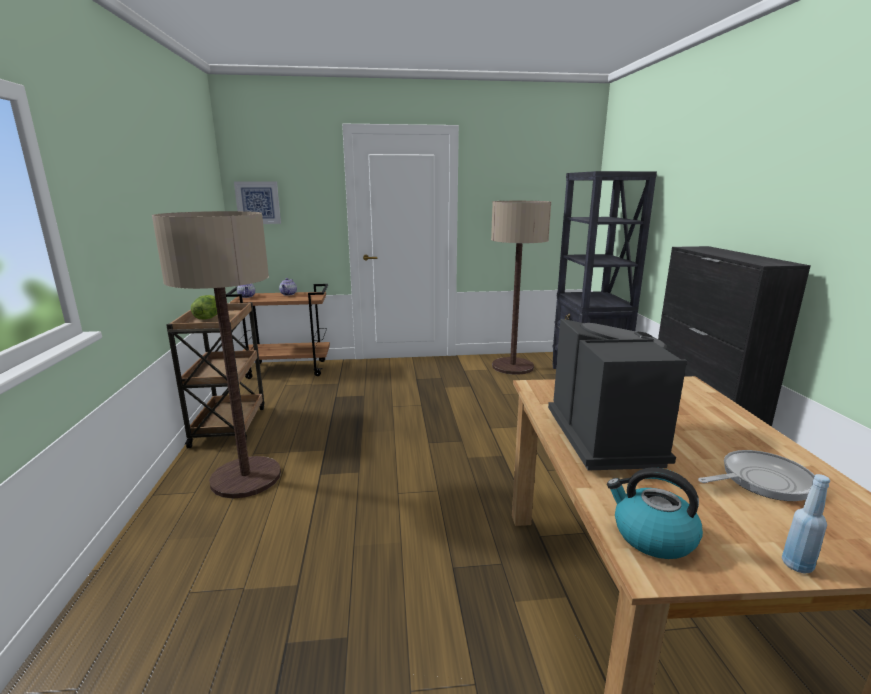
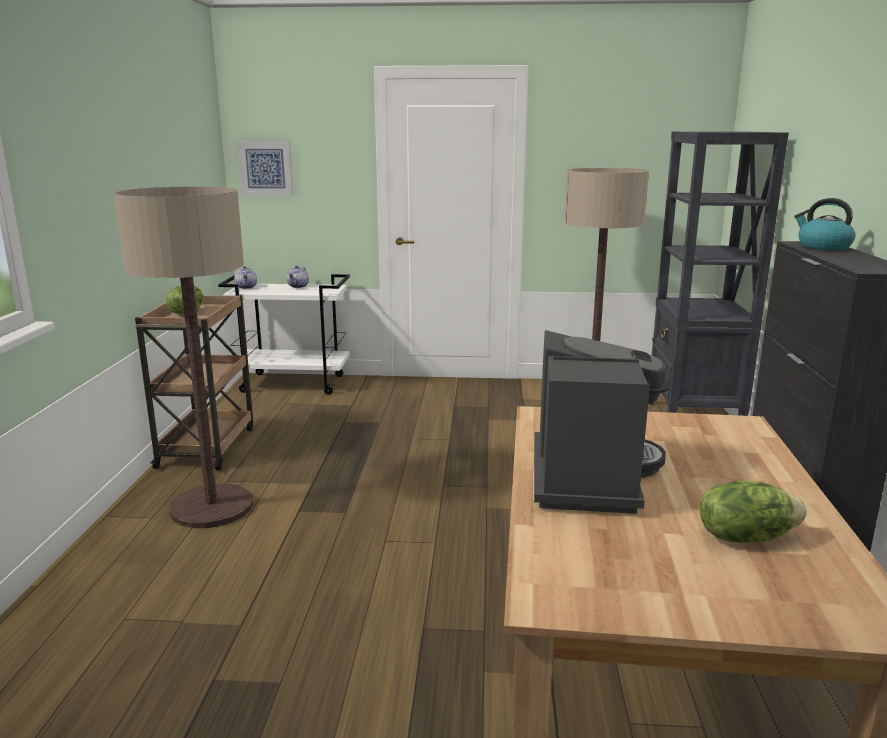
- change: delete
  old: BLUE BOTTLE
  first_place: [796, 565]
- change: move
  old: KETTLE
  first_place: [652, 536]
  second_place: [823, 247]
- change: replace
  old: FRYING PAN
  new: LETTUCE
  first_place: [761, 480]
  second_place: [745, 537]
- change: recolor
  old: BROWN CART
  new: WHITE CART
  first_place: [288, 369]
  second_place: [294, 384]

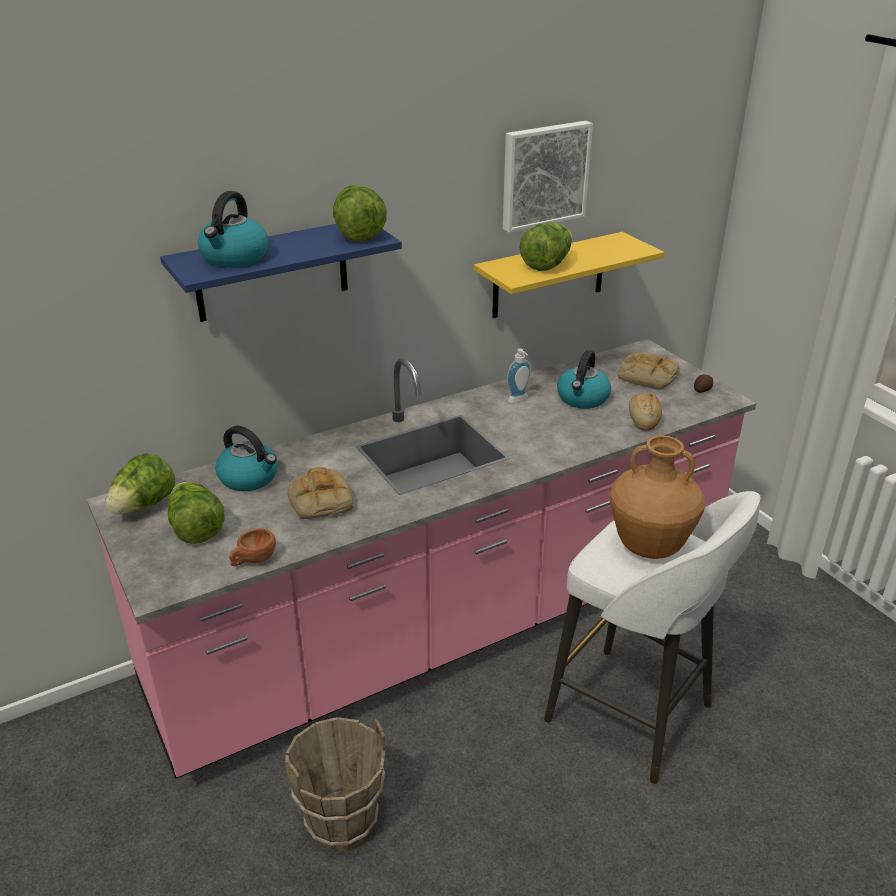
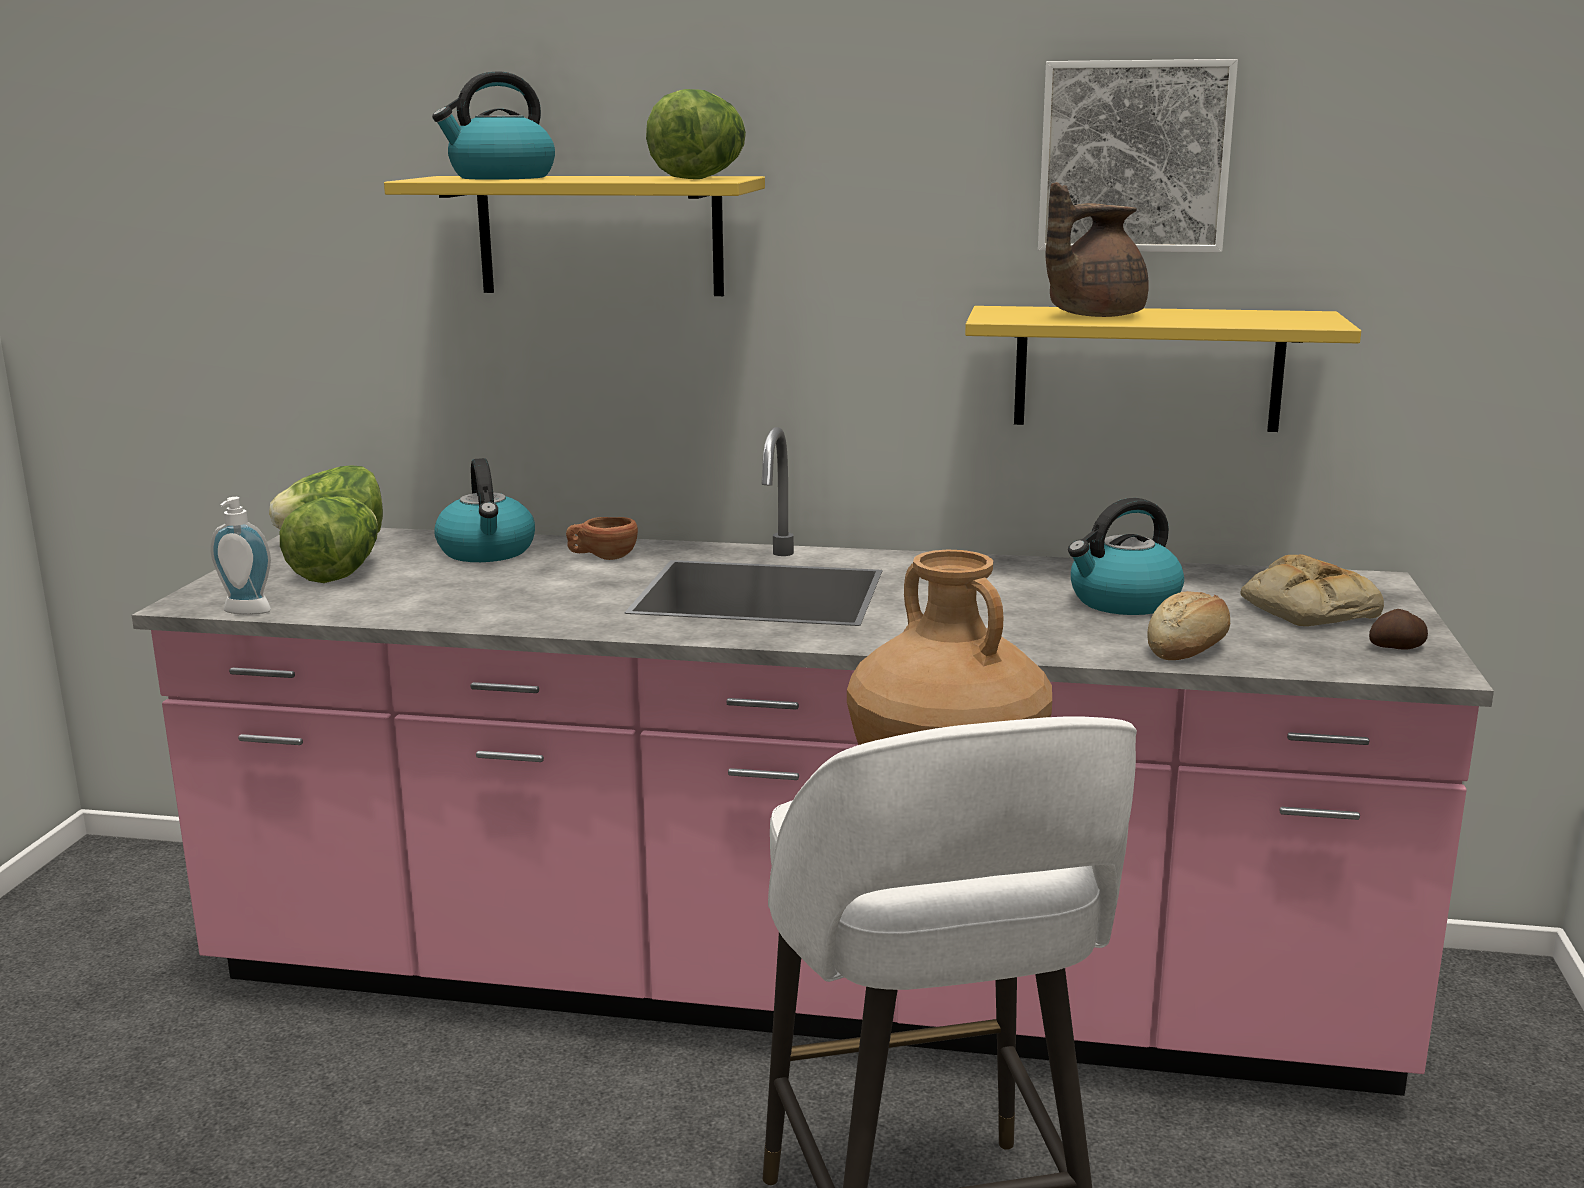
- change: delete
  old: BROWN BUCKET
  first_place: [341, 821]
- change: delete
  old: BREAD
  first_place: [319, 500]
- change: move
  old: BROWN CUP
  first_place: [253, 560]
  second_place: [603, 557]
- change: move
  old: SOAP DISPENSER
  first_place: [519, 400]
  second_place: [245, 612]
- change: replace
  old: LETTUCE
  new: BROWN TEAPOT
  first_place: [547, 264]
  second_place: [1091, 315]
- change: recolor
  old: BLUE SHELF
  new: YELLOW SHELF
  first_place: [272, 271]
  second_place: [600, 235]

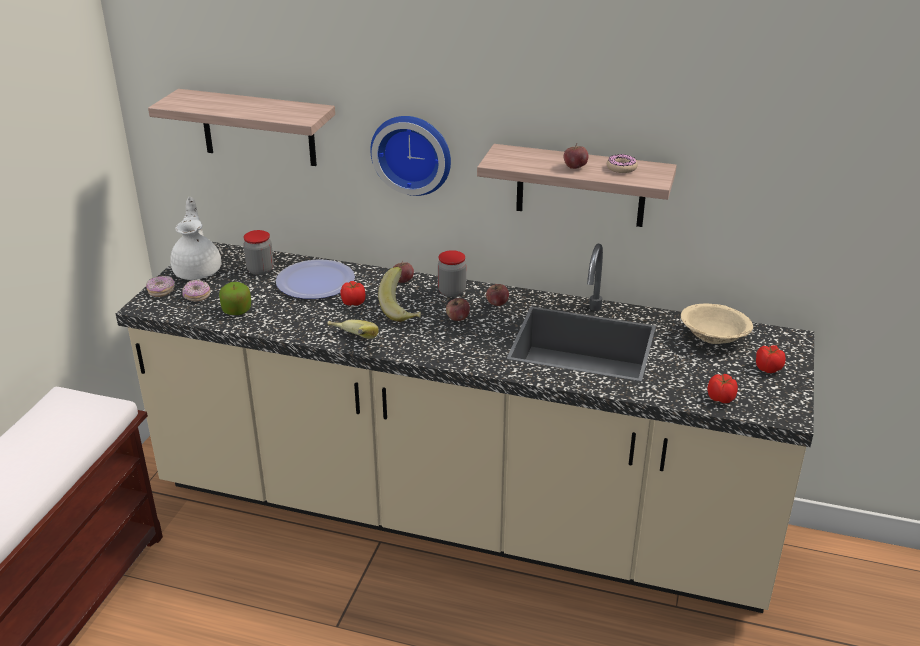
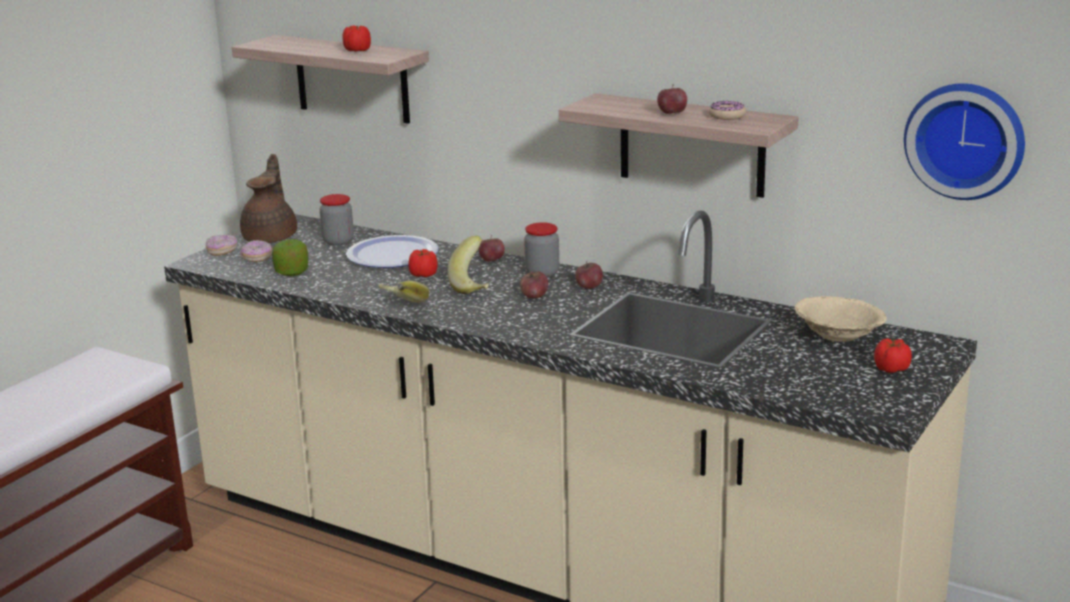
- change: move
  old: WALL CLOCK
  first_place: [413, 153]
  second_place: [966, 139]
- change: move
  old: TOMATO
  first_place: [721, 399]
  second_place: [357, 51]
- change: recolor
  old: WHITE TEAPOT
  new: BROWN TEAPOT
  first_place: [198, 270]
  second_place: [272, 237]

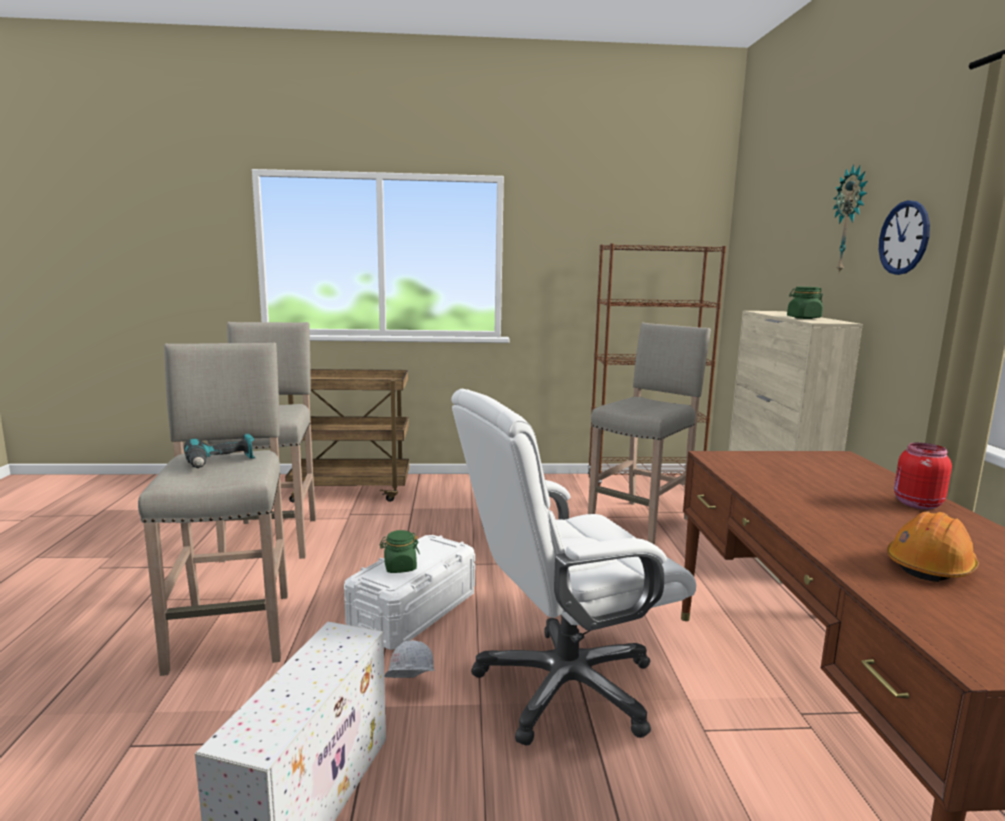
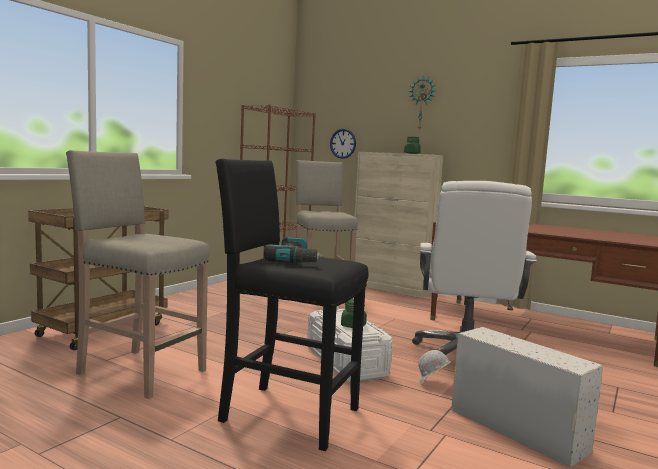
- change: delete
  old: ORANGE HARD HAT
  first_place: [930, 566]
- change: delete
  old: RED JAR
  first_place: [916, 504]
- change: move
  old: WALL CLOCK
  first_place: [904, 238]
  second_place: [343, 143]
- change: recolor
  old: BEIGE STOOL
  new: BLACK STOOL
  first_place: [233, 628]
  second_place: [287, 414]

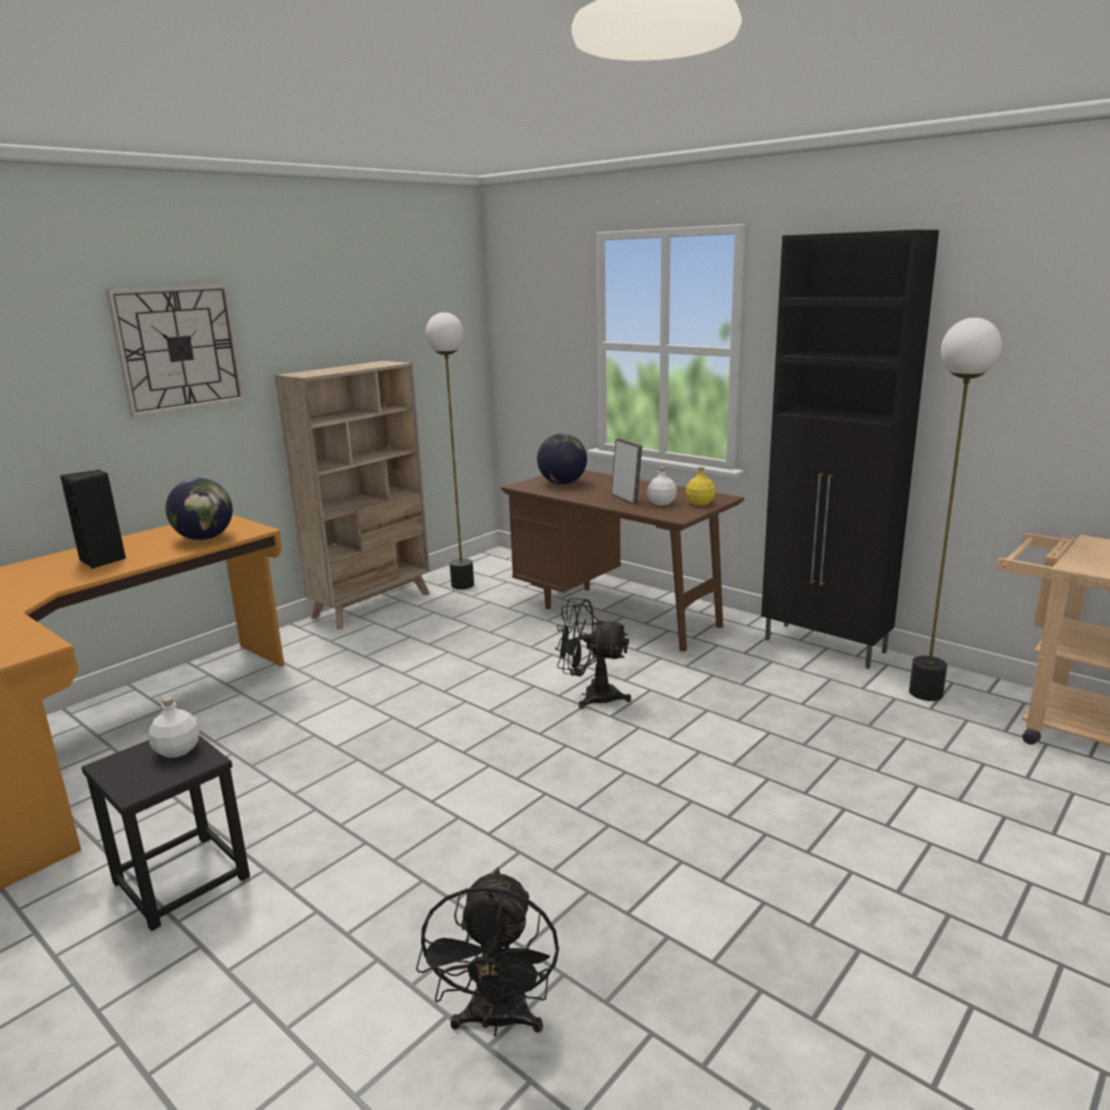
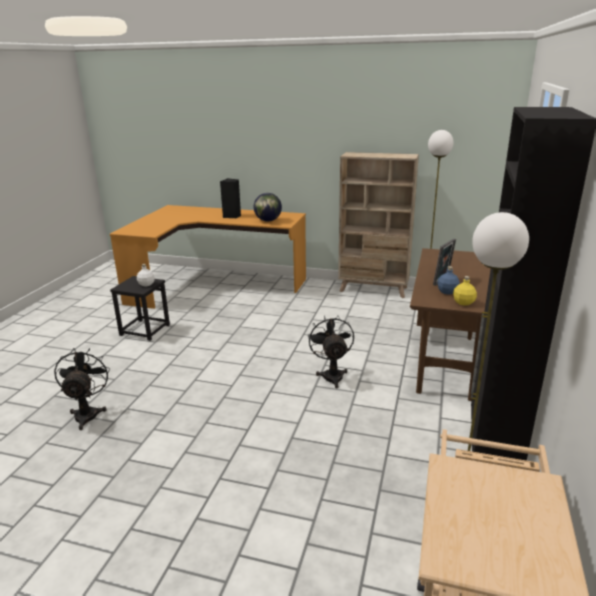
- change: delete
  old: WALL CLOCK
  first_place: [179, 348]
- change: delete
  old: GLOBE
  first_place: [562, 483]
- change: recolor
  old: WHITE BOTTLE
  new: BLUE BOTTLE
  first_place: [662, 503]
  second_place: [447, 292]
- change: rotate
  old: BLACK FAN
  first_place: [497, 1021]
  second_place: [88, 413]
  degrees: 105

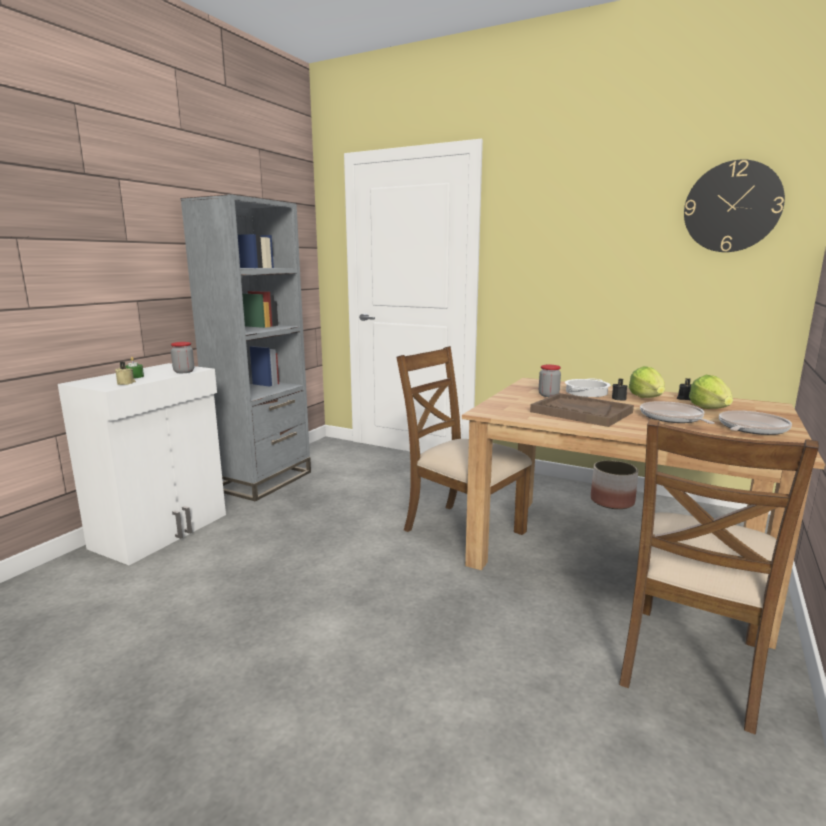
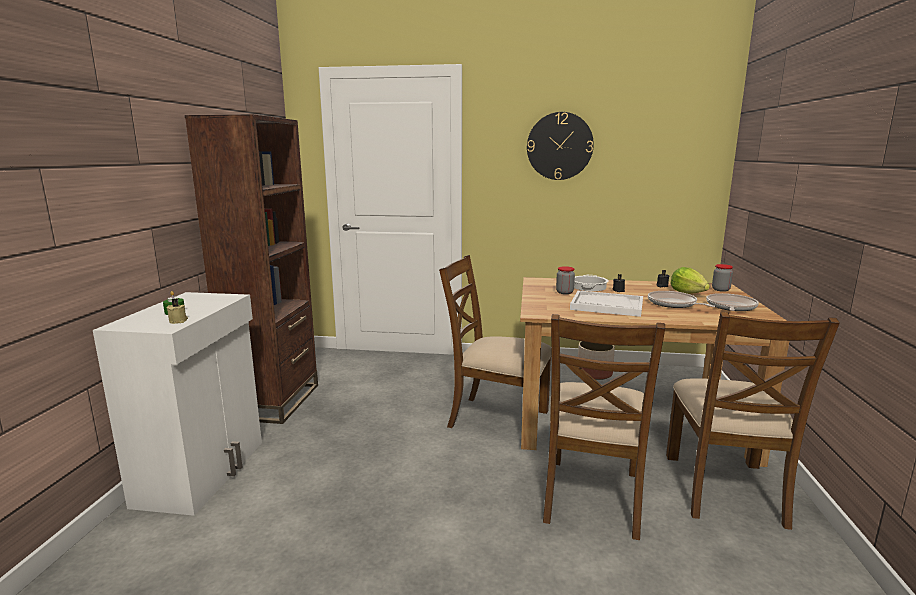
- change: delete
  old: LETTUCE
  first_place: [646, 398]
- change: insert
  new: BROWN CHAIR
  second_place: [592, 496]
- change: move
  old: JAR
  first_place: [184, 372]
  second_place: [720, 289]
- change: move
  old: WALL CLOCK
  first_place: [732, 207]
  second_place: [559, 146]
- change: recolor
  old: GREY BOOKCASE
  new: BROWN BOOKCASE
  first_place: [263, 480]
  second_place: [274, 401]
- change: recolor
  old: BROWN TRAY
  new: WHITE TRAY
  first_place: [580, 412]
  second_place: [606, 306]

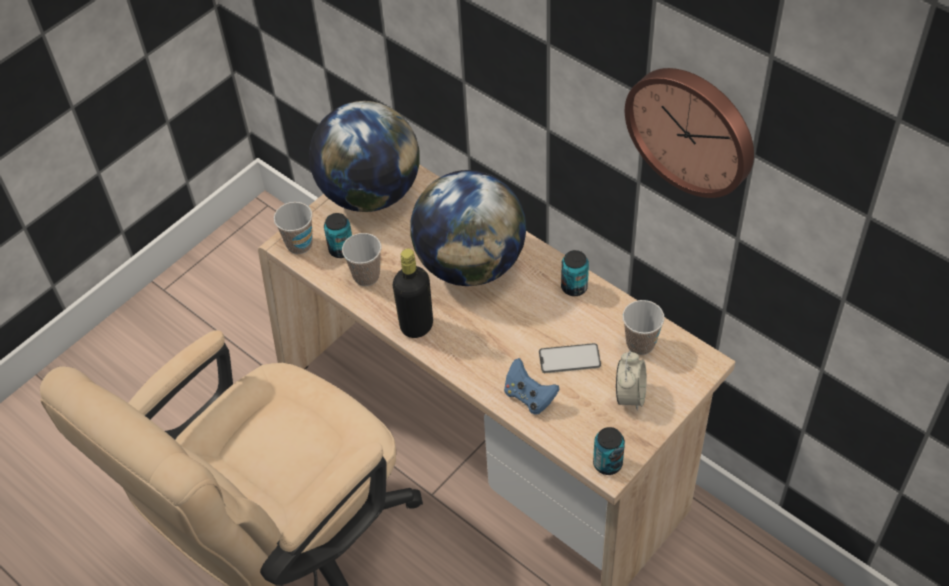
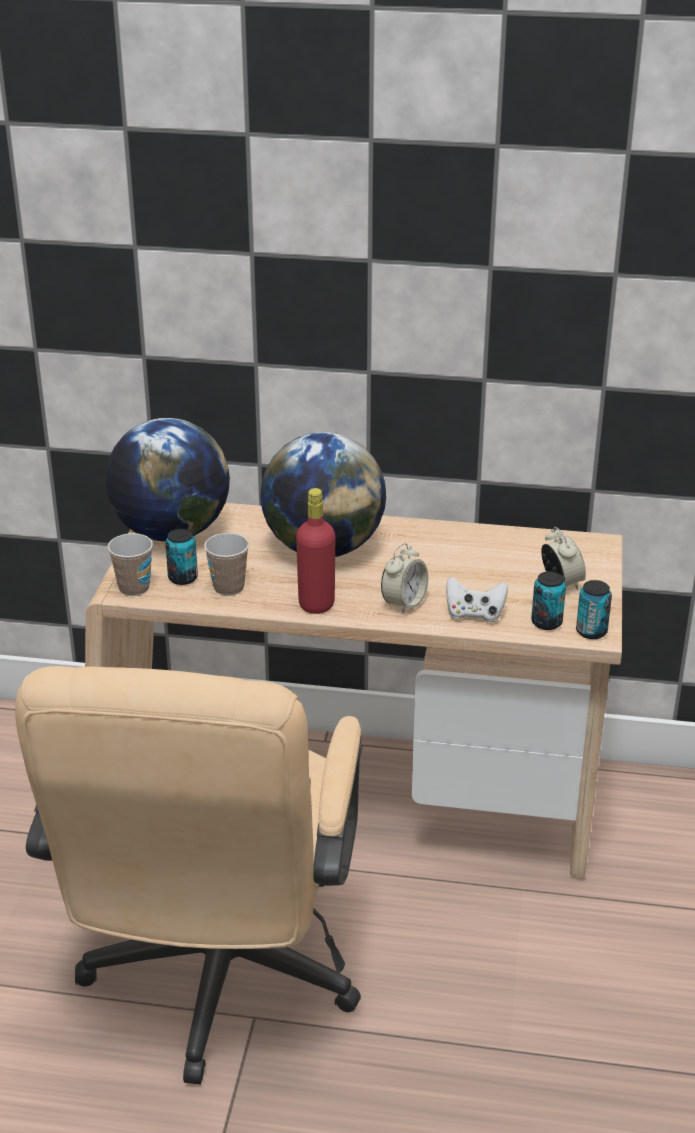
- change: delete
  old: PHONE
  first_place: [569, 358]
- change: delete
  old: CUP
  first_place: [640, 344]
- change: delete
  old: WALL CLOCK
  first_place: [693, 129]
- change: insert
  new: ALARM CLOCK
  second_place: [404, 603]
- change: move
  old: CAN
  first_place: [574, 287]
  second_place: [546, 622]
- change: recolor
  old: BLACK BOTTLE
  new: RED BOTTLE
  first_place: [416, 326]
  second_place: [316, 604]
- change: recolor
  old: BLUE GAME CONTROLLER
  new: WHITE GAME CONTROLLER
  first_place: [529, 397]
  second_place: [474, 614]

